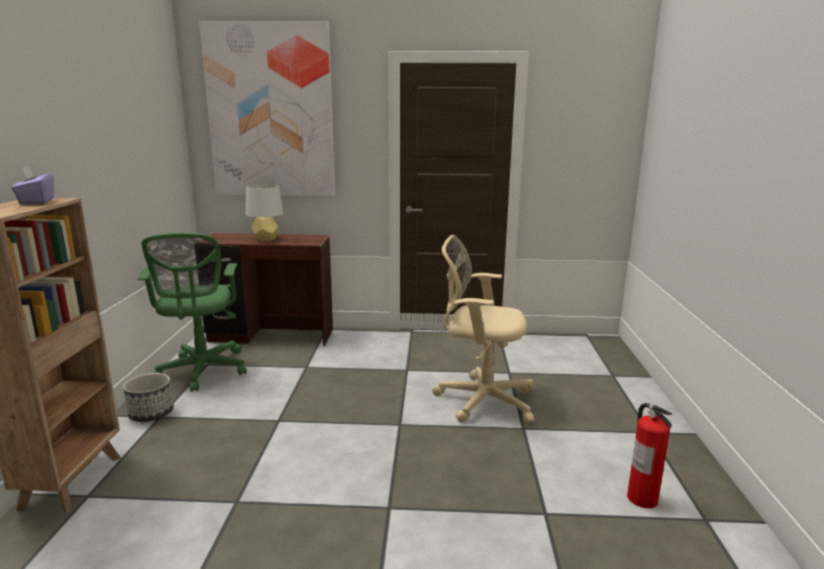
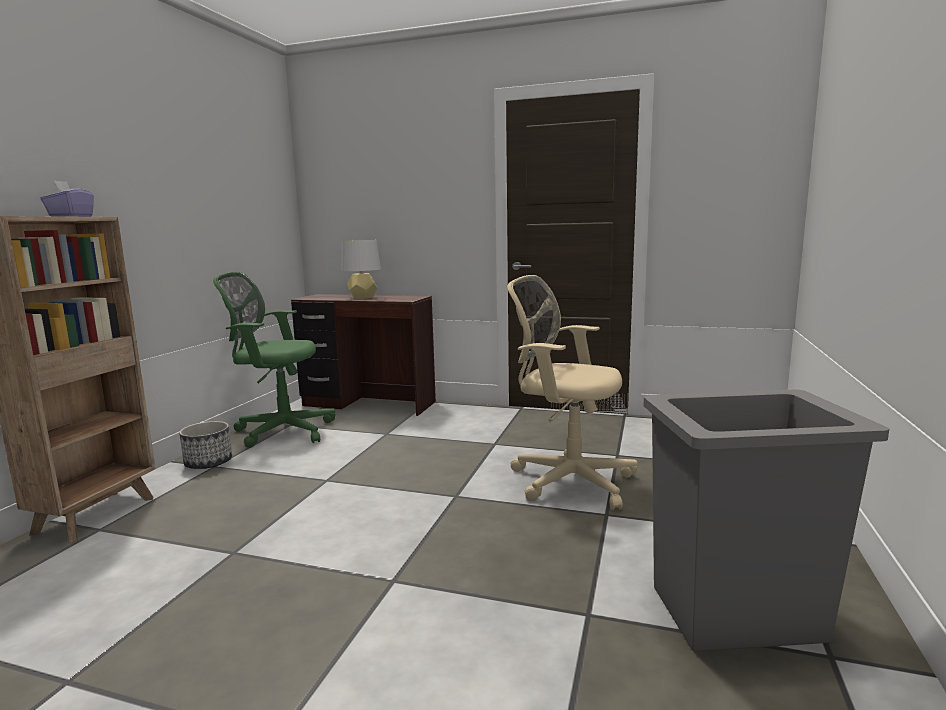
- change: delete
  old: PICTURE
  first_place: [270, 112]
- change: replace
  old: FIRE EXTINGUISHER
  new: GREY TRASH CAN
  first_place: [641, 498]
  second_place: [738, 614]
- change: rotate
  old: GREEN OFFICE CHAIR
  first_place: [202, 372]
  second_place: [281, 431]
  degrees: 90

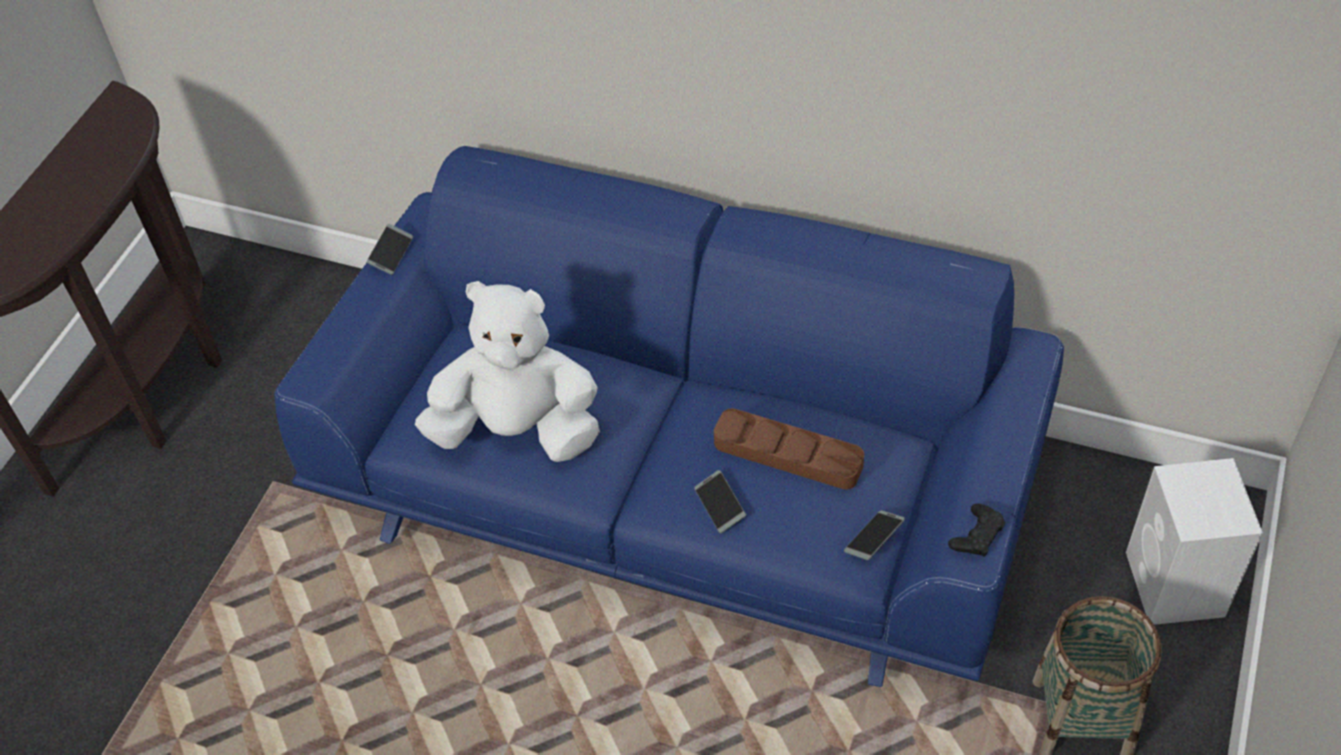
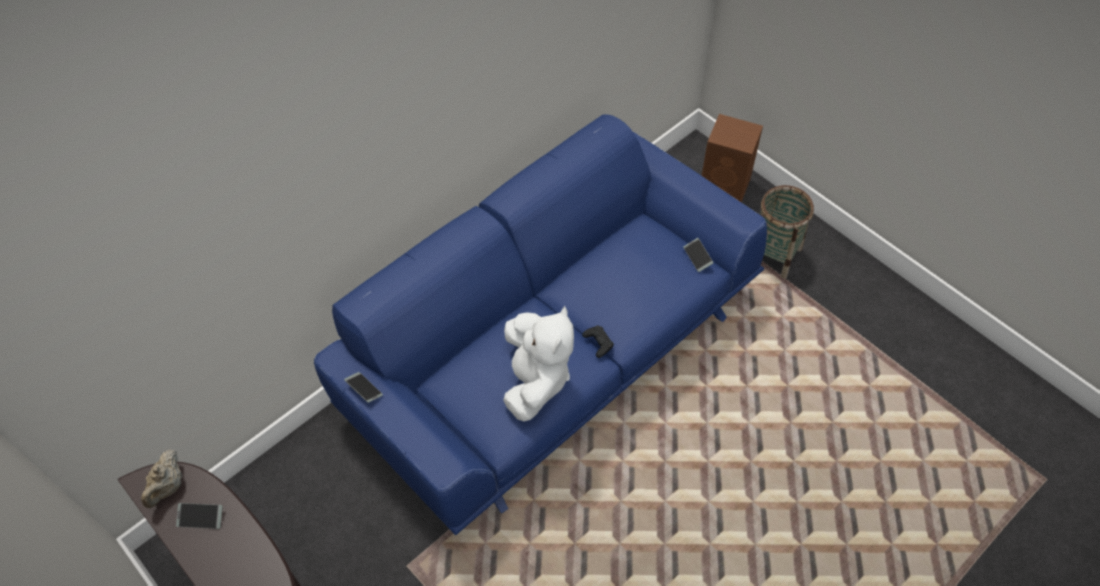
- change: delete
  old: BROWN TRAY
  first_place: [788, 454]
- change: insert
  new: BEIGE TEAPOT
  second_place: [168, 487]
- change: move
  old: PHONE
  first_place: [720, 505]
  second_place: [201, 517]
- change: move
  old: BLACK GAME CONTROLLER
  first_place: [977, 535]
  second_place: [598, 343]
- change: recolor
  old: WHITE SPEAKER
  new: BROWN SPEAKER
  first_place: [1175, 586]
  second_place: [725, 186]
- change: rotate
  old: WHITE PLUSH TOY
  first_place: [518, 430]
  second_place: [536, 380]
  degrees: 150

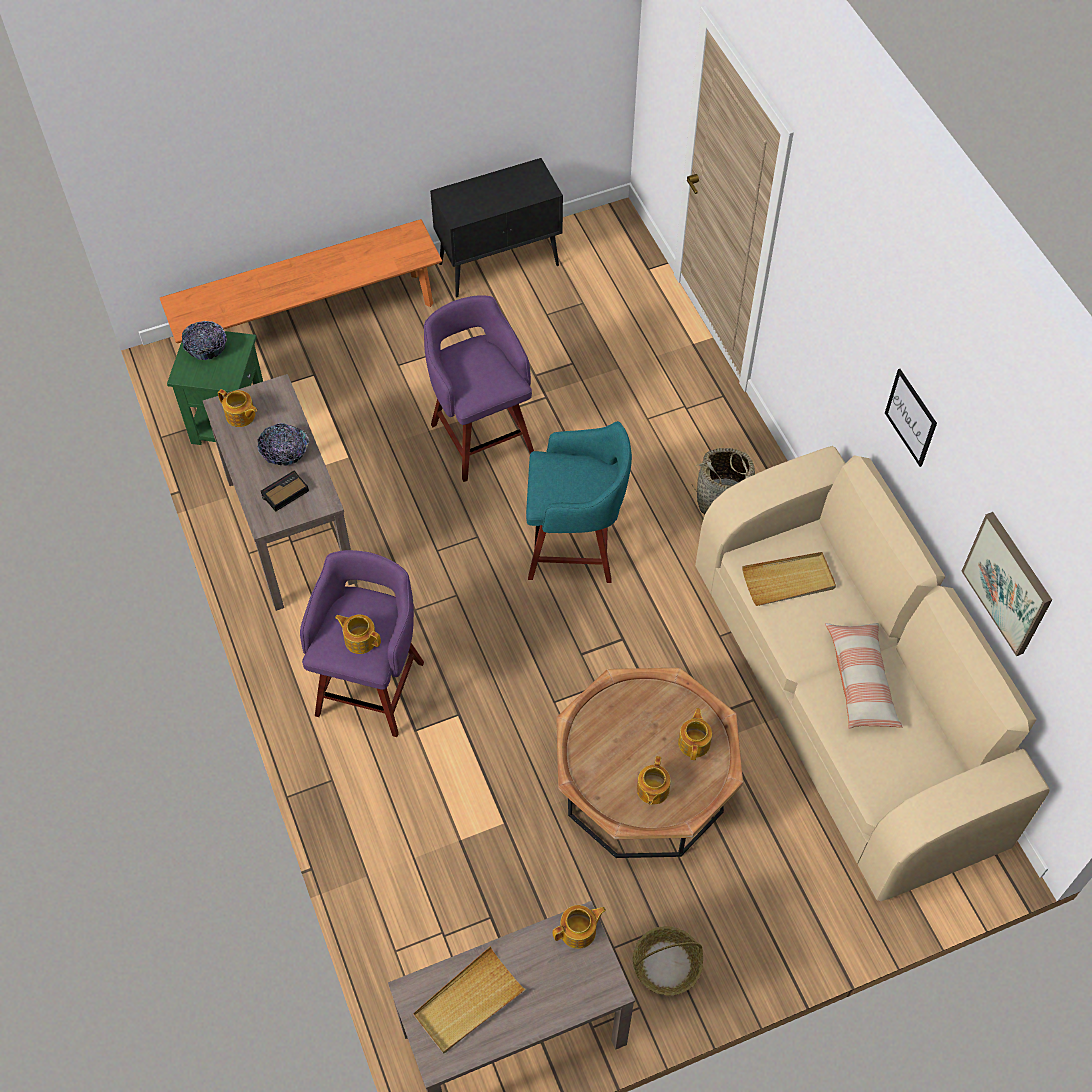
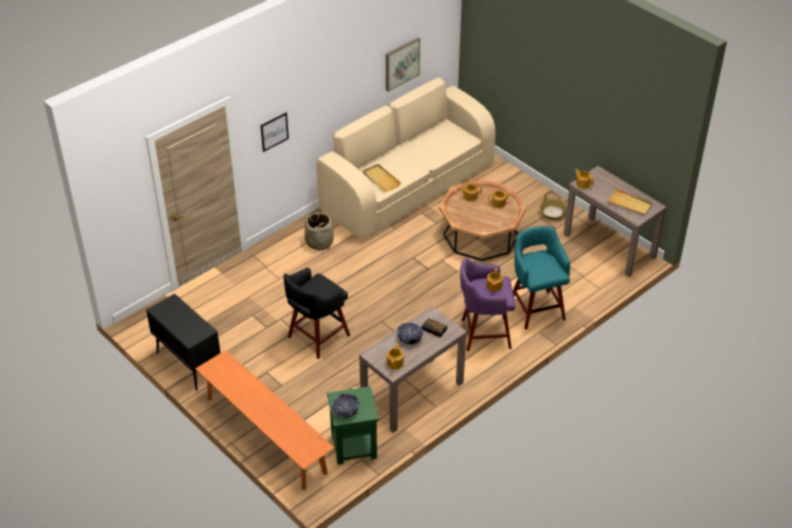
- change: delete
  old: PILLOW
  first_place: [861, 681]
- change: move
  old: TURQUOISE STOOL
  first_place: [575, 547]
  second_place: [536, 308]
- change: move
  old: PICTURE
  first_place: [911, 417]
  second_place: [274, 131]
- change: recolor
  old: PURPLE STOOL
  new: BLACK STOOL
  first_place: [481, 435]
  second_place: [317, 337]

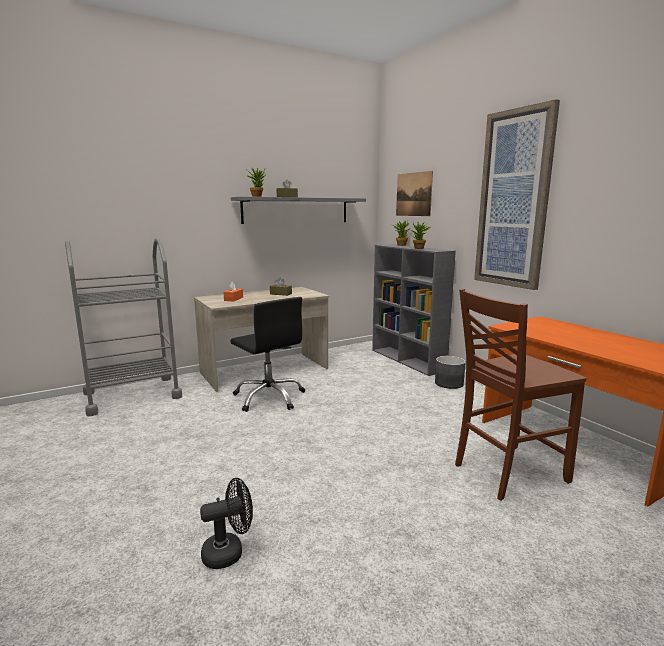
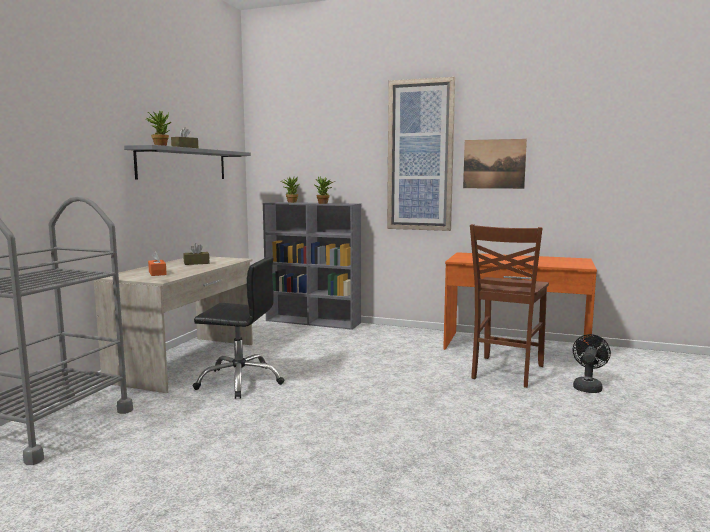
- change: delete
  old: GREY PLANTER
  first_place: [449, 383]
- change: move
  old: BLACK FAN
  first_place: [229, 552]
  second_place: [587, 386]
- change: move
  old: PICTURE
  first_place: [413, 194]
  second_place: [494, 164]

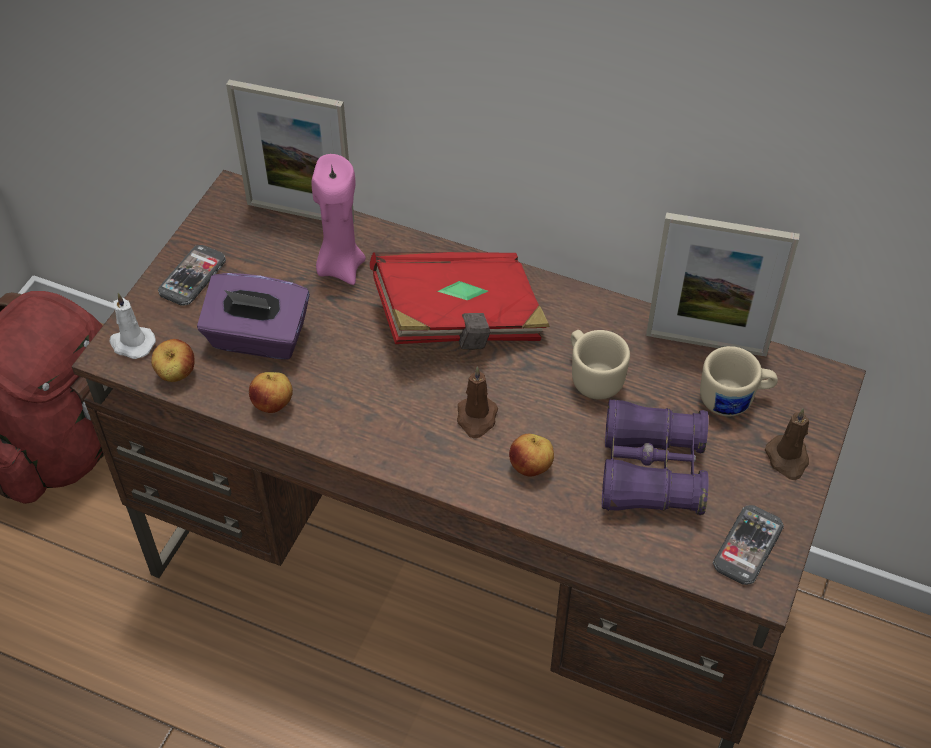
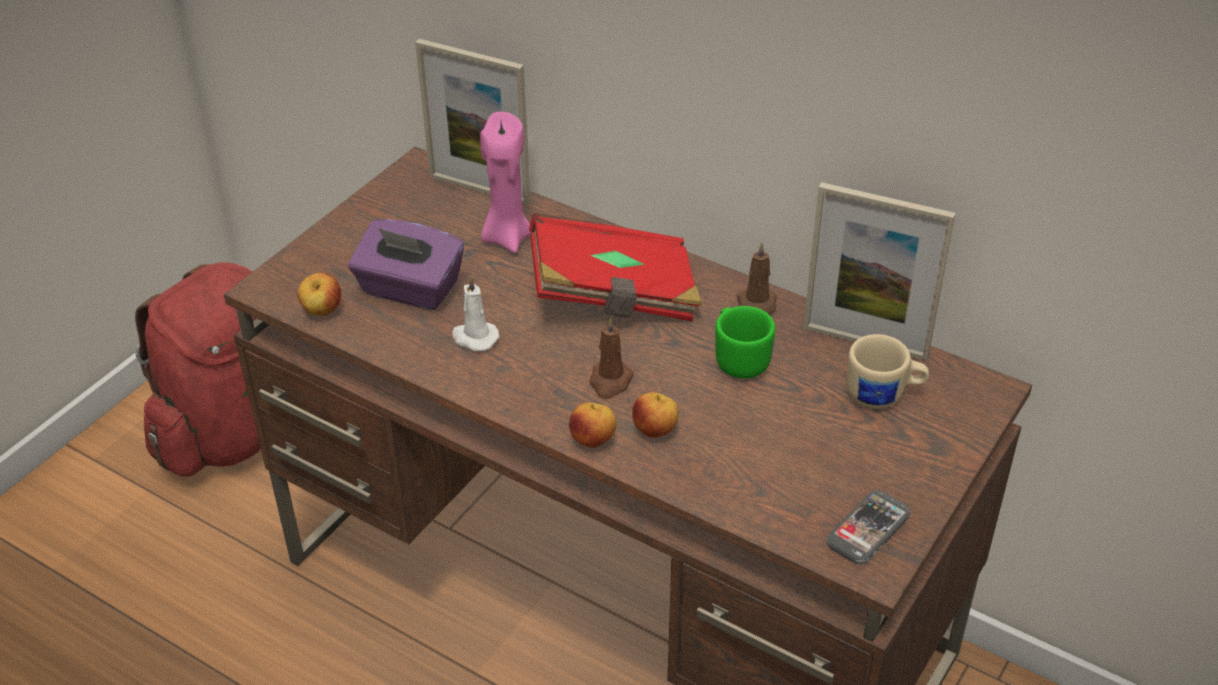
- change: delete
  old: PHONE
  first_place: [192, 277]
- change: delete
  old: PURPLE BINOCULARS
  first_place: [651, 471]
- change: move
  old: WHITE CANDLE
  first_place: [131, 343]
  second_place: [474, 337]
- change: move
  old: APPLE
  first_place: [273, 404]
  second_place: [593, 440]
- change: move
  old: BROWN CANDLE
  first_place: [787, 459]
  second_place: [757, 306]
- change: recolor
  old: BEIGE MUG
  new: GREEN MUG
  first_place: [593, 376]
  second_place: [739, 358]

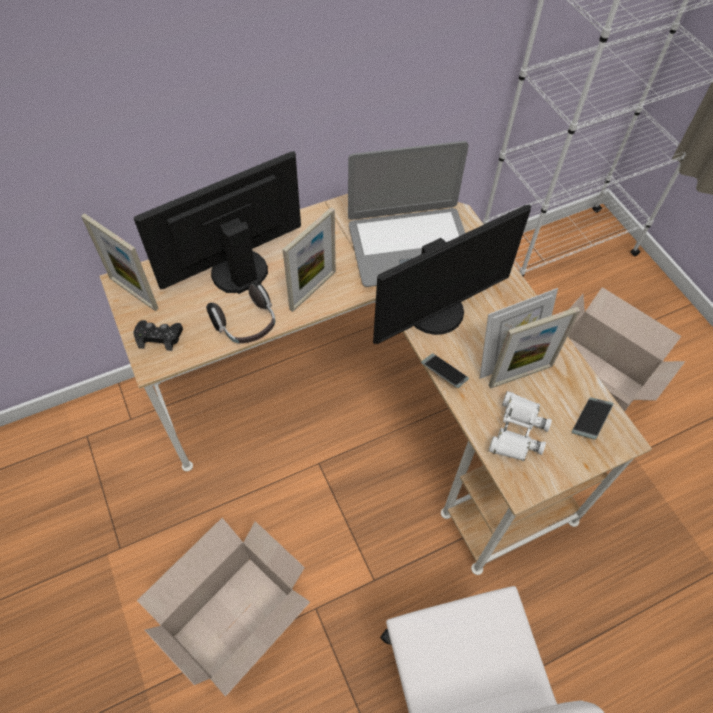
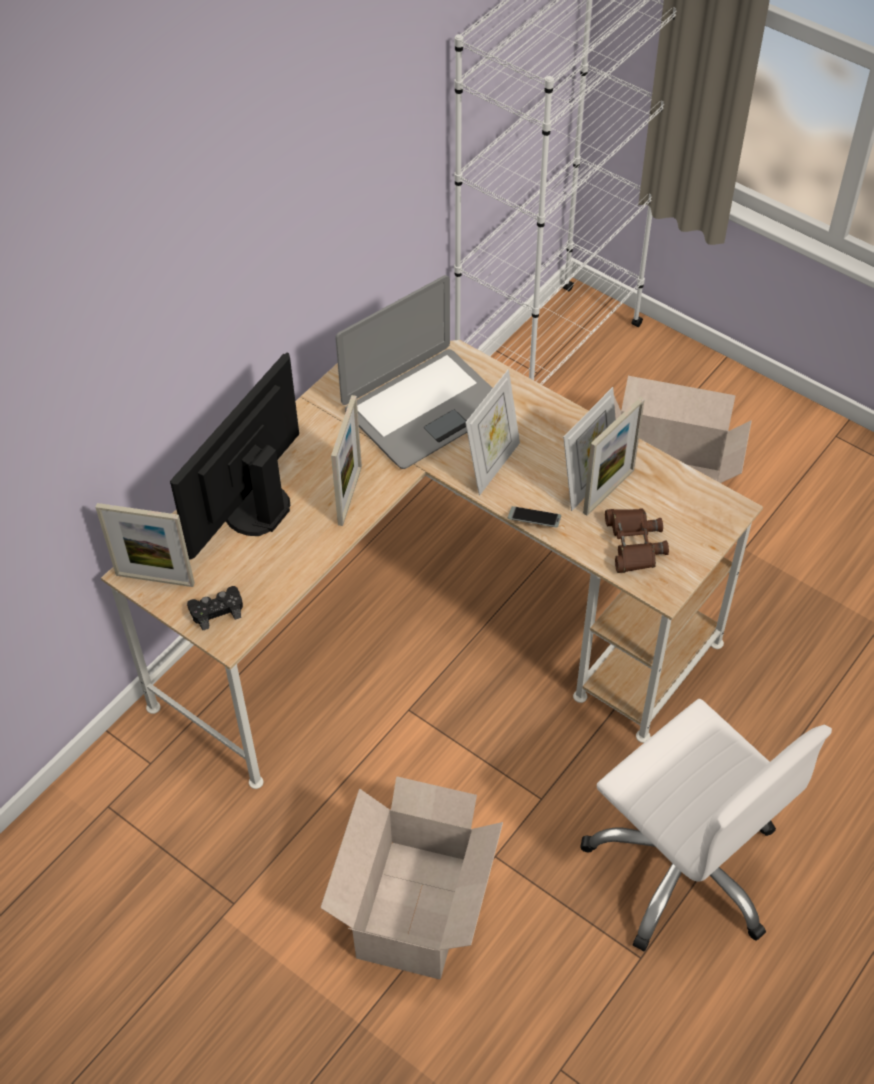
- change: delete
  old: HEADPHONES
  first_place: [246, 325]
- change: delete
  old: PHONE
  first_place: [590, 420]
- change: replace
  old: MONITOR
  new: PICTURE FRAME
  first_place: [437, 313]
  second_place: [492, 465]
- change: recolor
  old: WHITE BINOCULARS
  new: BROWN BINOCULARS
  first_place: [517, 431]
  second_place: [633, 544]

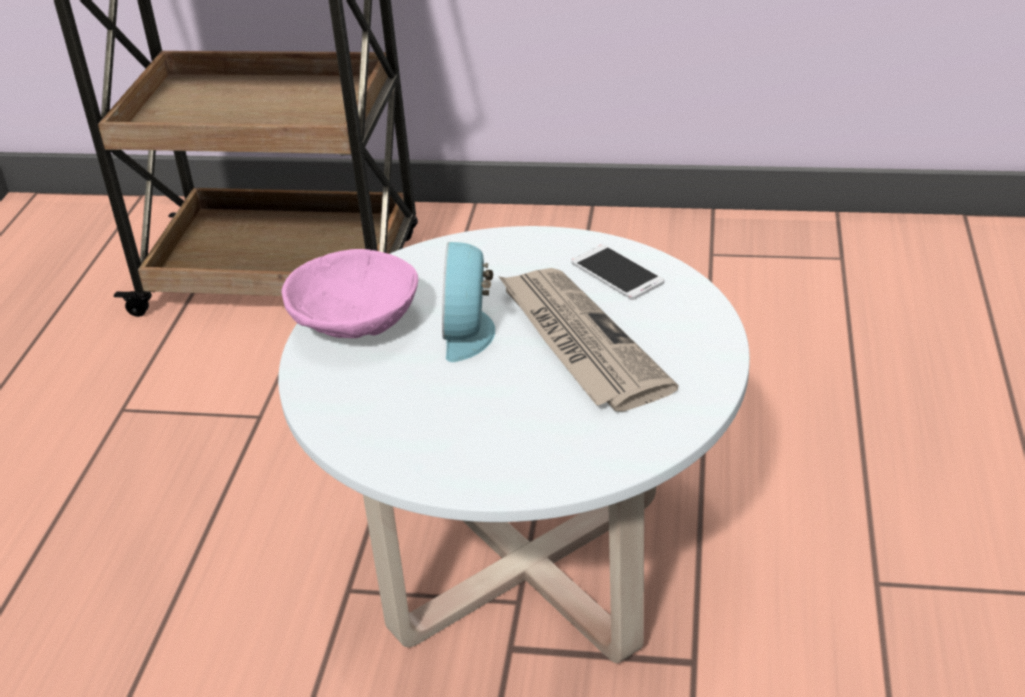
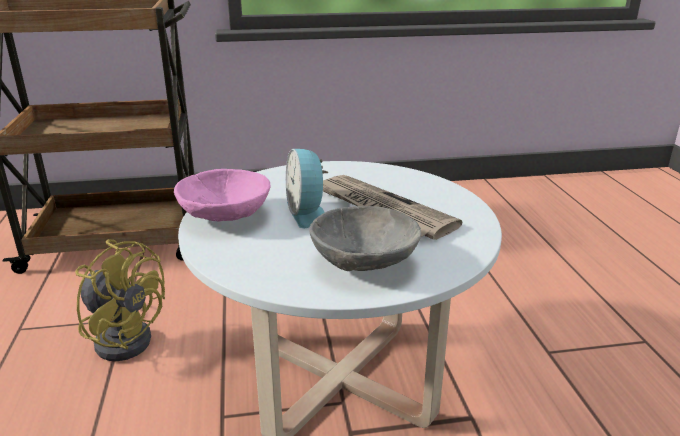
- change: delete
  old: PHONE
  first_place: [617, 273]
- change: insert
  new: YELLOW FAN
  second_place: [125, 336]
- change: insert
  new: GREY BOWL
  second_place: [365, 264]

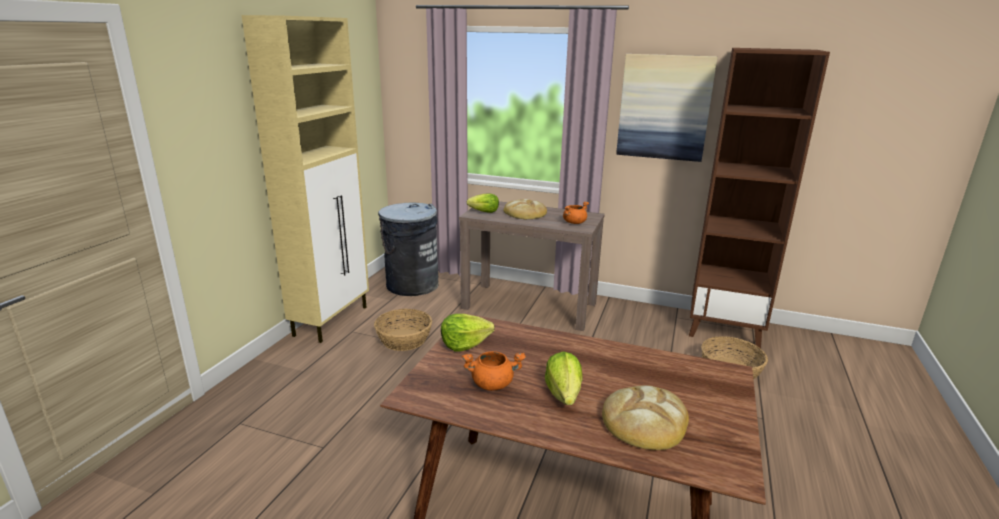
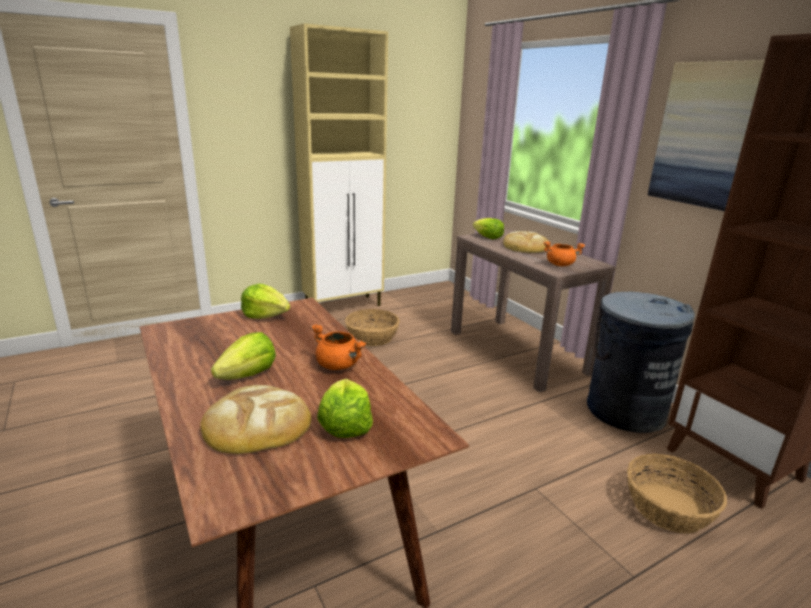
- change: insert
  new: LETTUCE
  second_place: [345, 425]
- change: move
  old: GREY TRASH CAN
  first_place: [411, 285]
  second_place: [624, 410]
- change: move
  old: ORANGE COOKING POT
  first_place: [493, 383]
  second_place: [339, 365]

